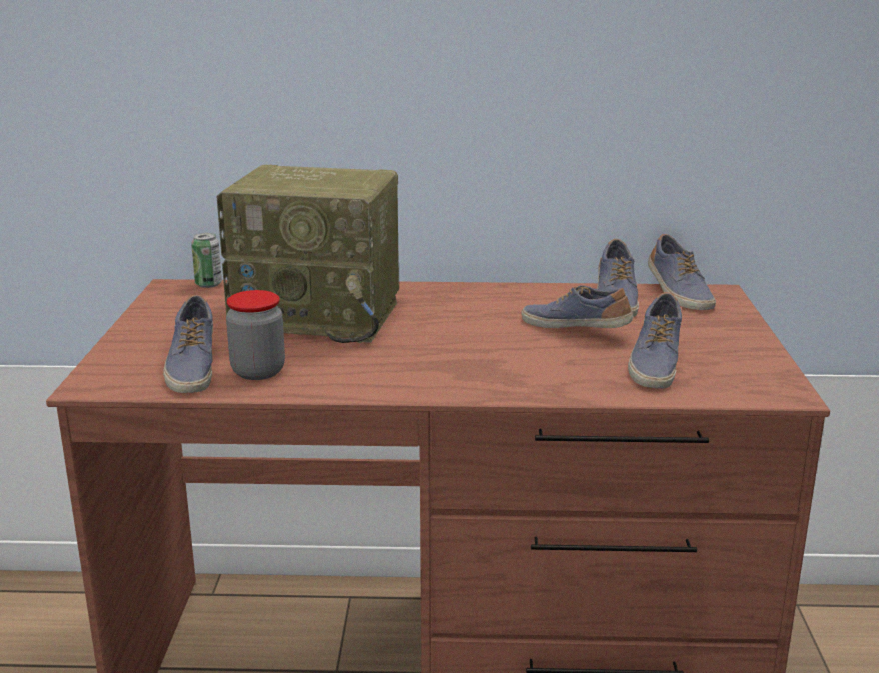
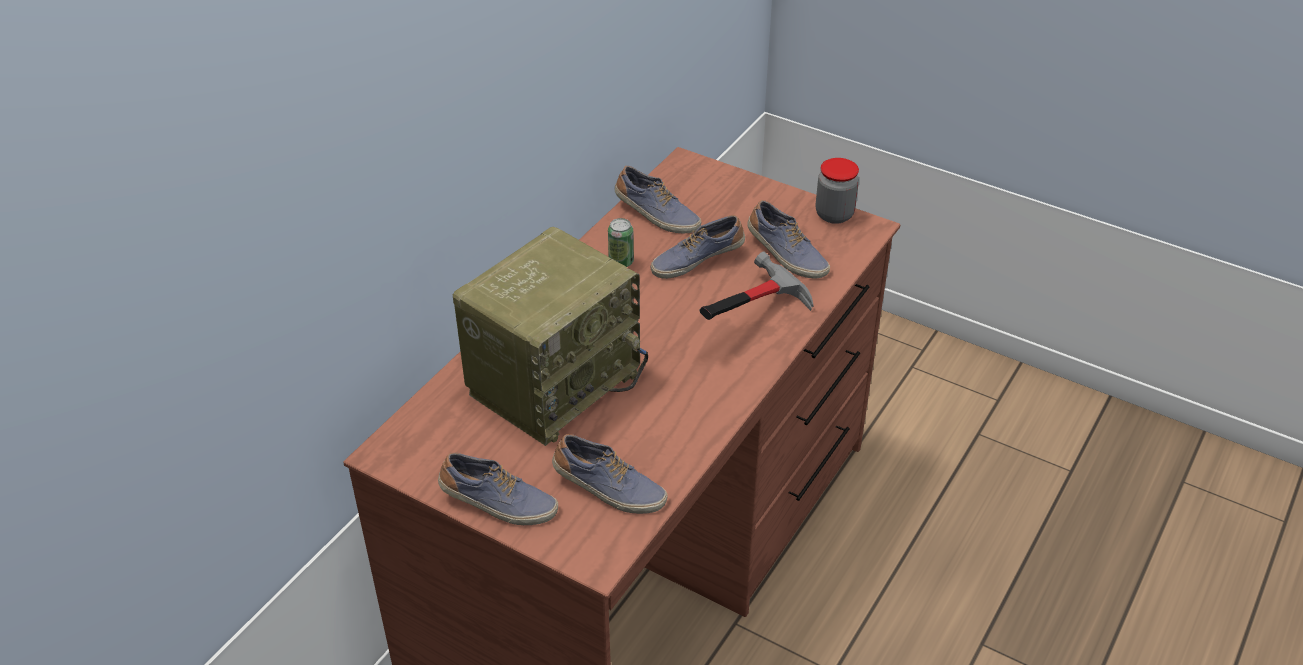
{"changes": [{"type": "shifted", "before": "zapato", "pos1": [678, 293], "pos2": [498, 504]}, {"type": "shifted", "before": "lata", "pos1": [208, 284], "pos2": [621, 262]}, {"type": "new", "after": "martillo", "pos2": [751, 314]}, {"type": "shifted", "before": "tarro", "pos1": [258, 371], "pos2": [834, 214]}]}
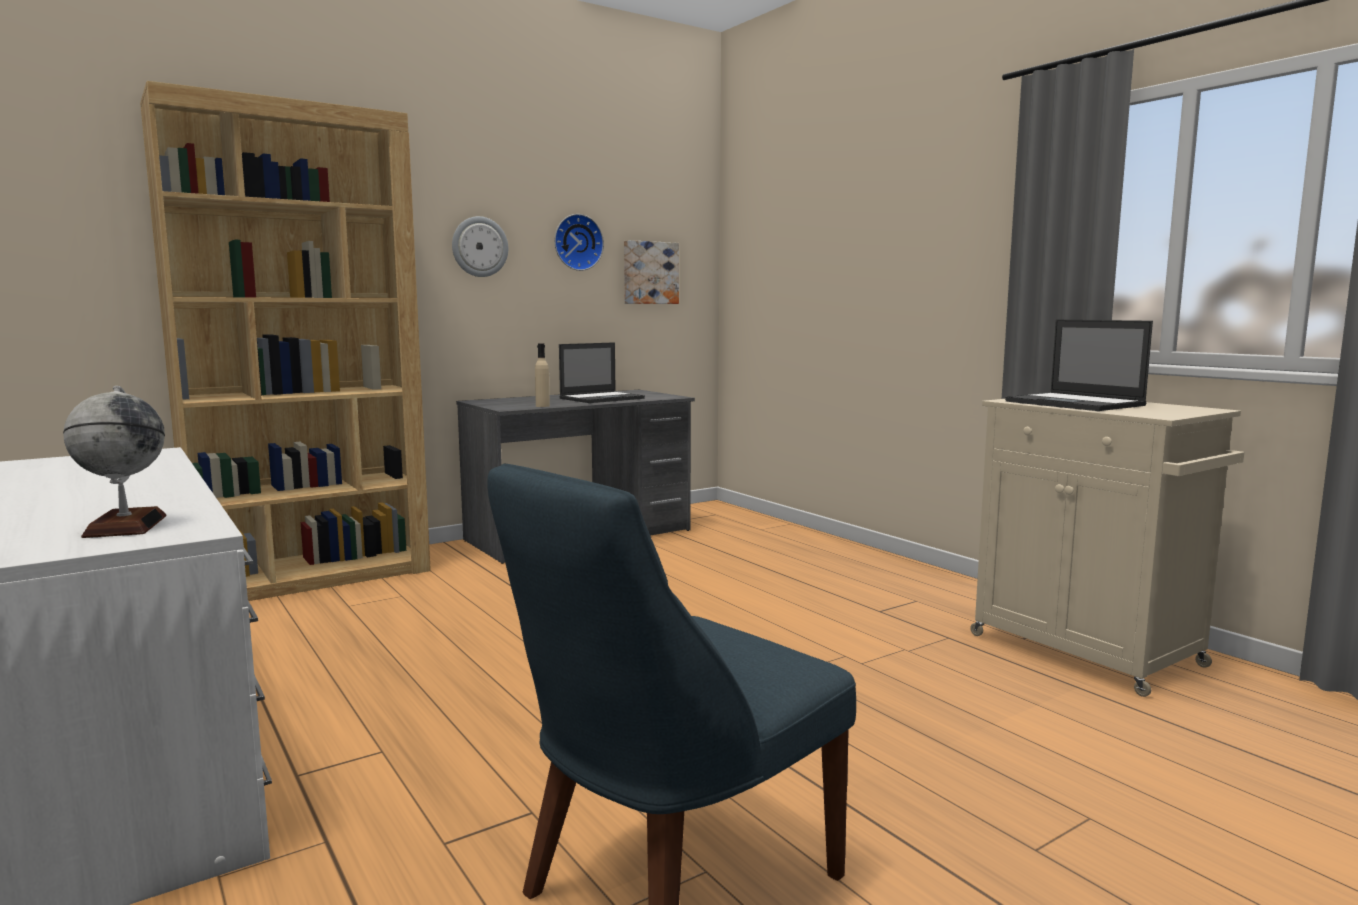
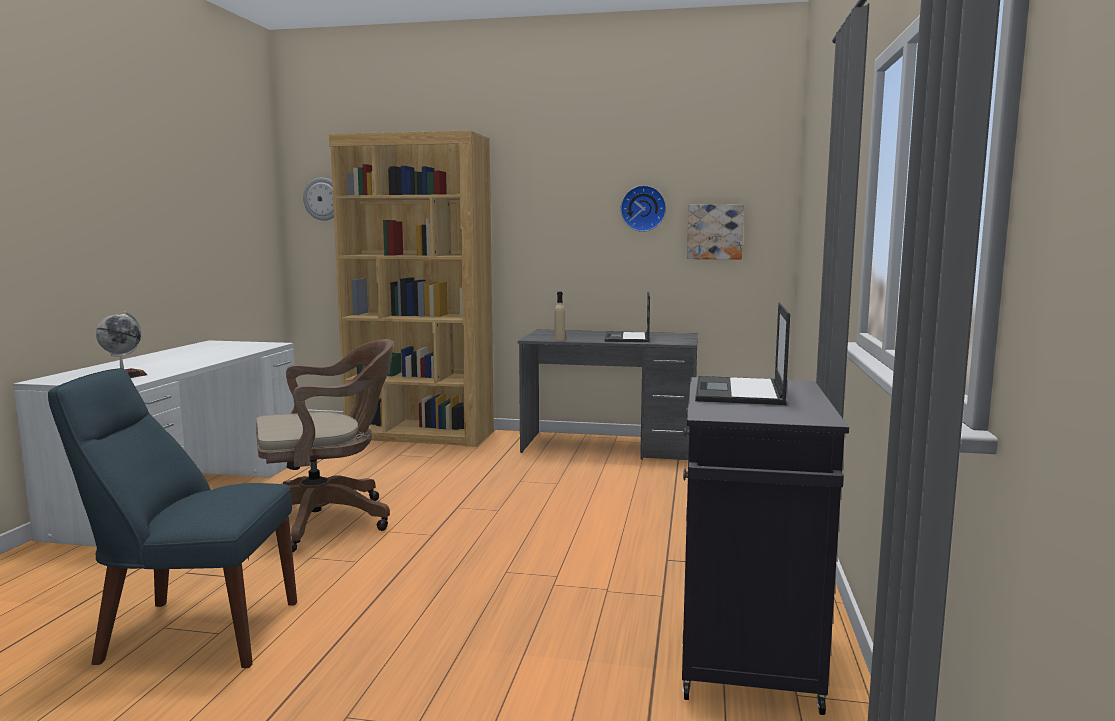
{"changes": [{"type": "new", "after": "silla de oficina (marrón)", "pos2": [326, 520]}, {"type": "shifted", "before": "reloj de pared", "pos1": [479, 247], "pos2": [323, 199]}, {"type": "rotated", "before": "portátil", "pos1": [602, 398], "pos2": [627, 338], "turn": 90}, {"type": "repainted", "before": "armario (beis)", "after": "armario (negro)", "pos1": [1089, 652], "pos2": [747, 654]}]}
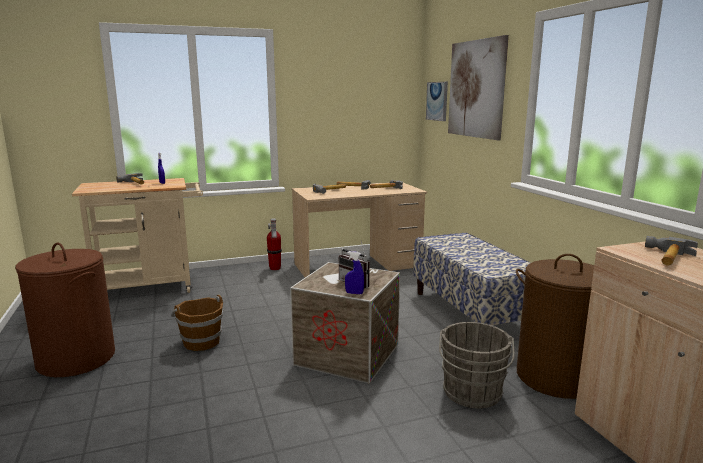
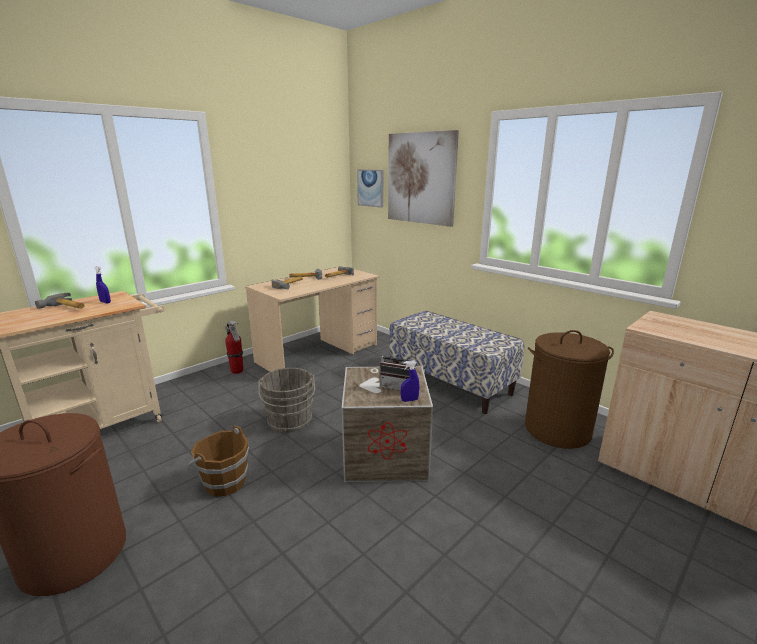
{"changes": [{"type": "shifted", "before": "cubo (gris)", "pos1": [472, 394], "pos2": [289, 422]}, {"type": "gone", "before": "martillo", "pos1": [666, 258]}]}
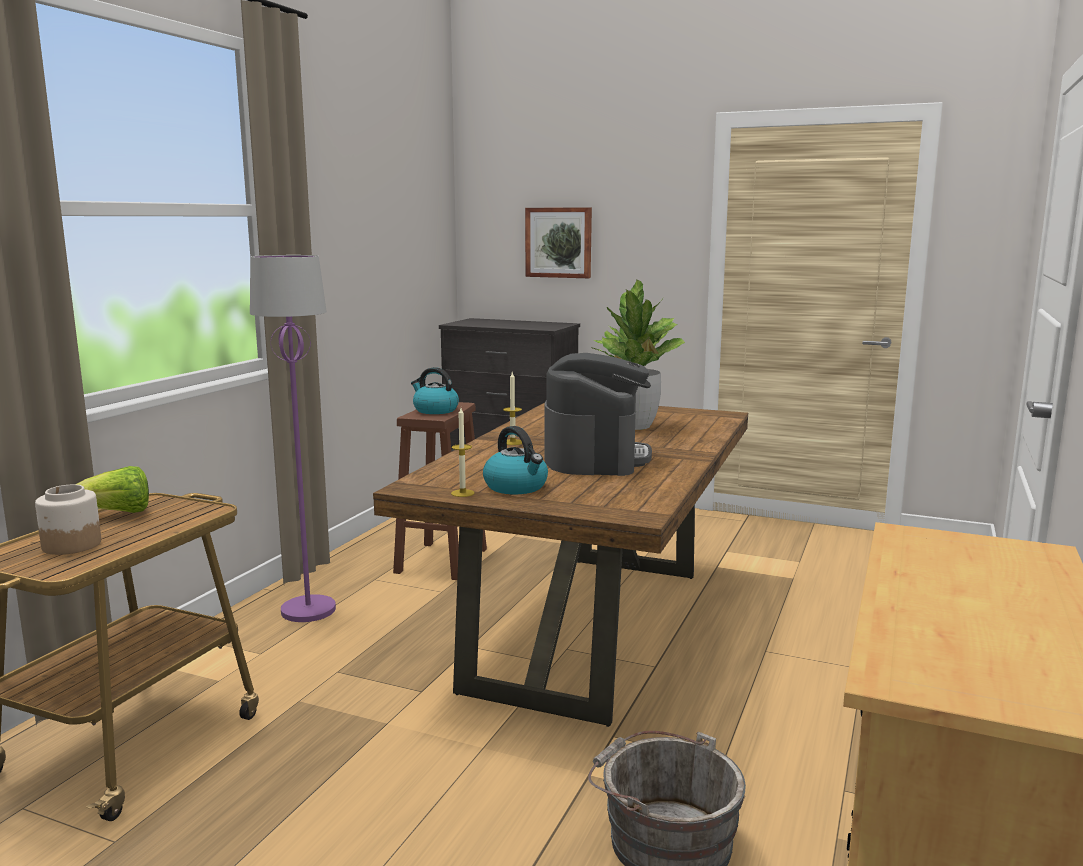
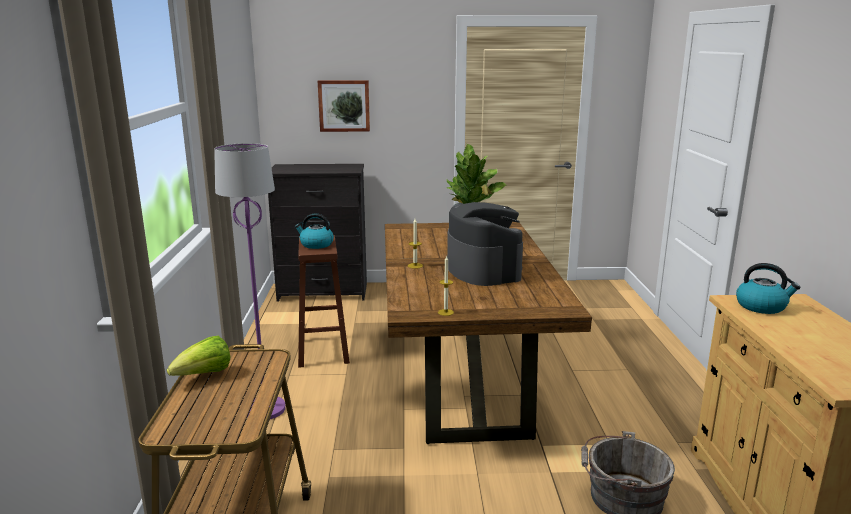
{"changes": [{"type": "shifted", "before": "hervidor", "pos1": [516, 487], "pos2": [761, 306]}, {"type": "gone", "before": "tarro", "pos1": [71, 545]}]}
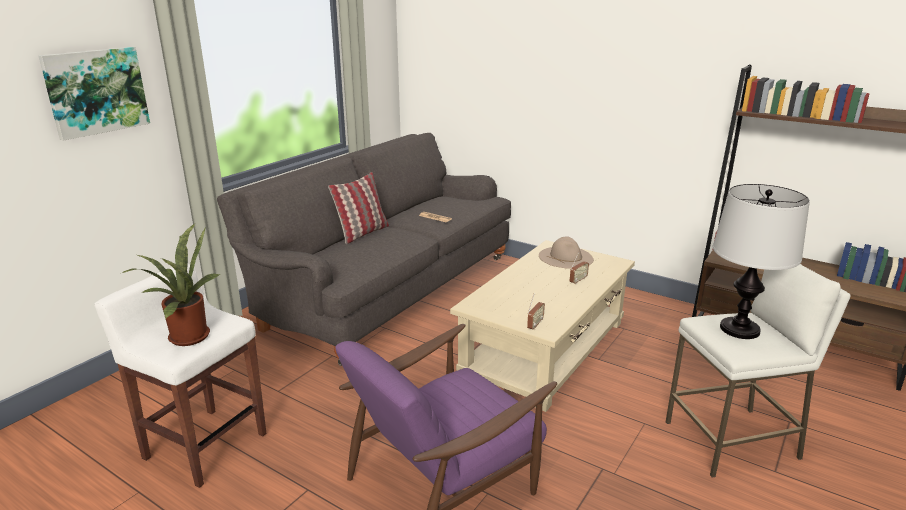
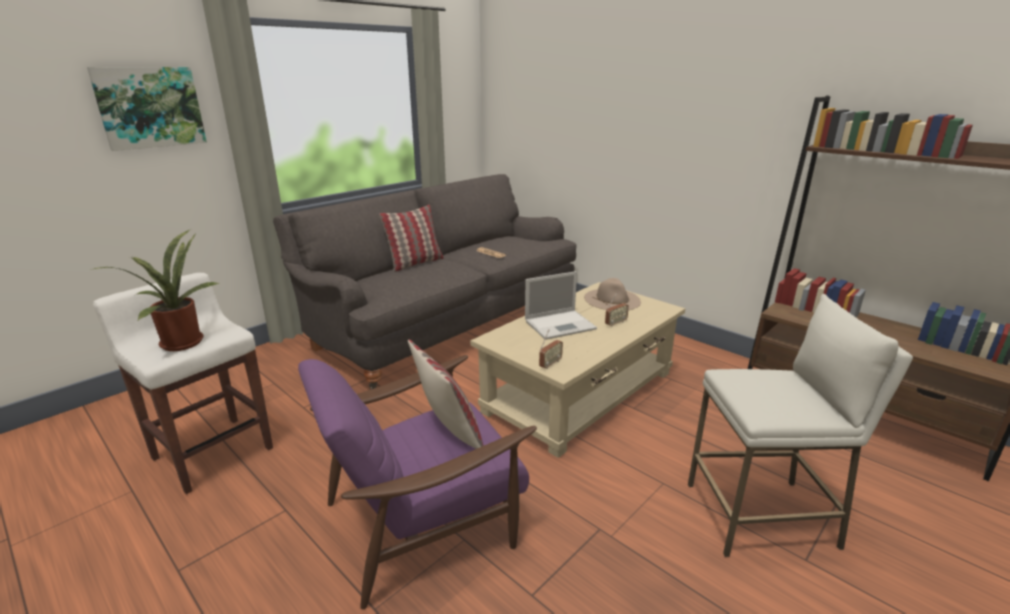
{"changes": [{"type": "new", "after": "cojín", "pos2": [449, 430]}, {"type": "new", "after": "portátil", "pos2": [561, 324]}, {"type": "gone", "before": "lámpara de mesa", "pos1": [739, 329]}]}
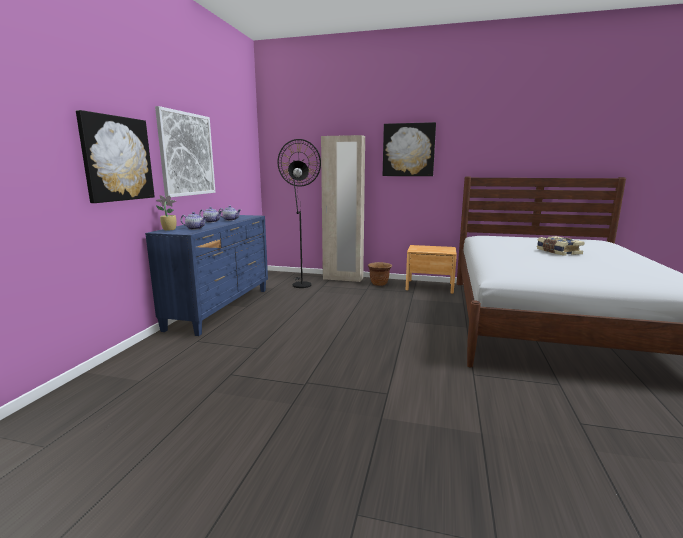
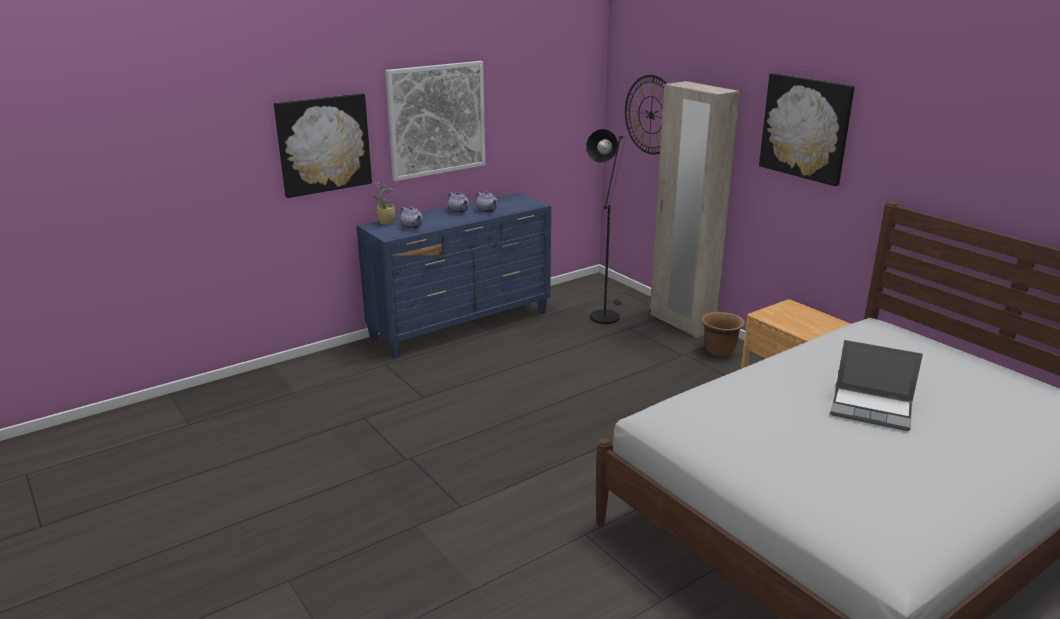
{"changes": [{"type": "swapped", "before": "libro", "after": "portátil", "pos1": [557, 252], "pos2": [872, 409]}]}
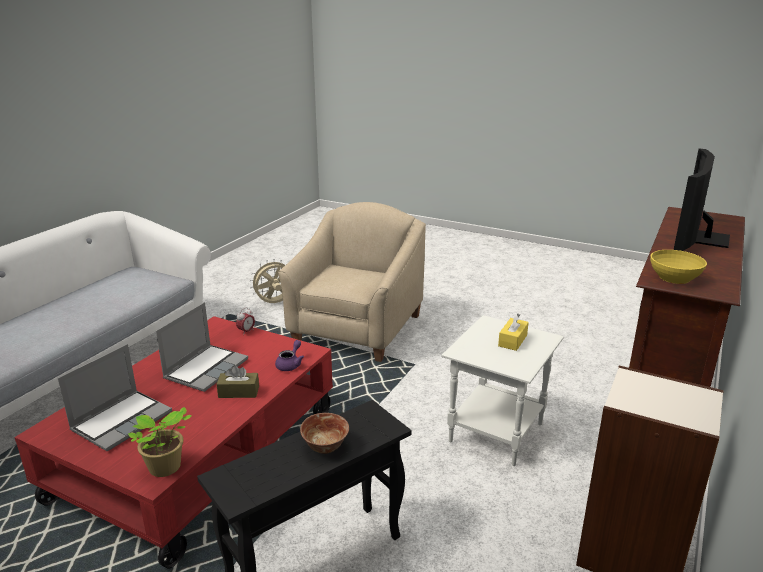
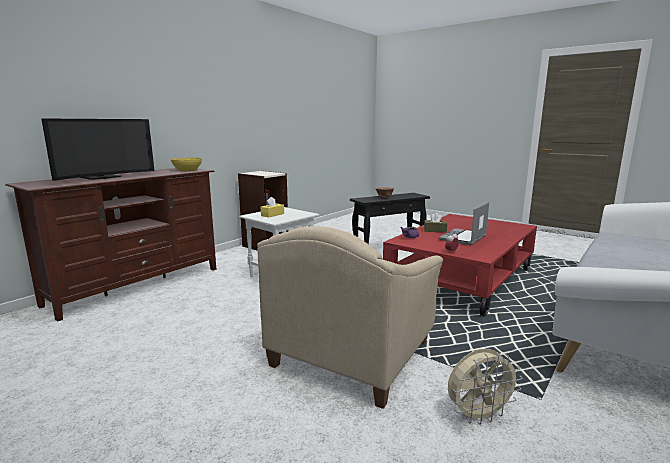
{"changes": [{"type": "gone", "before": "portátil", "pos1": [122, 420]}, {"type": "gone", "before": "planta en maceta", "pos1": [165, 469]}]}
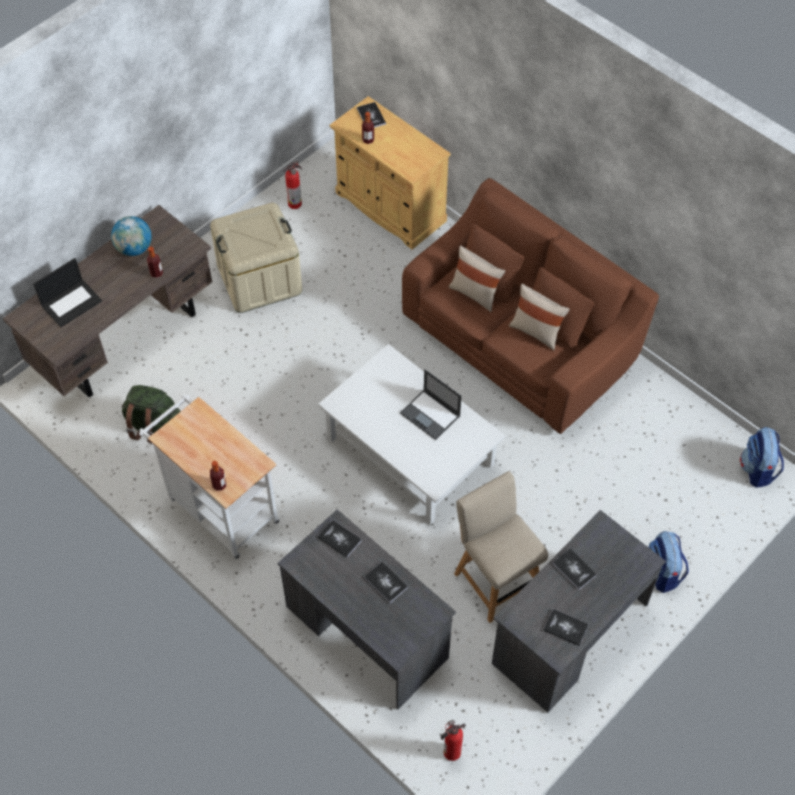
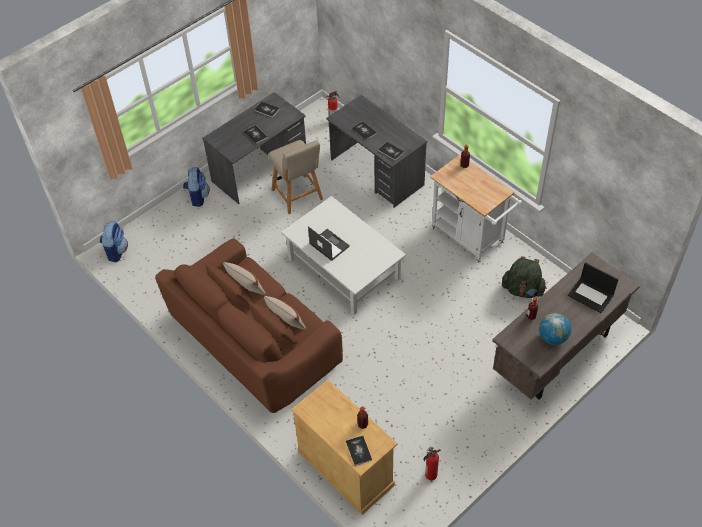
{"changes": [{"type": "rotated", "before": "portátil", "pos1": [71, 302], "pos2": [591, 295], "turn": -105}, {"type": "gone", "before": "caja de almacenaje (beis)", "pos1": [259, 279]}]}
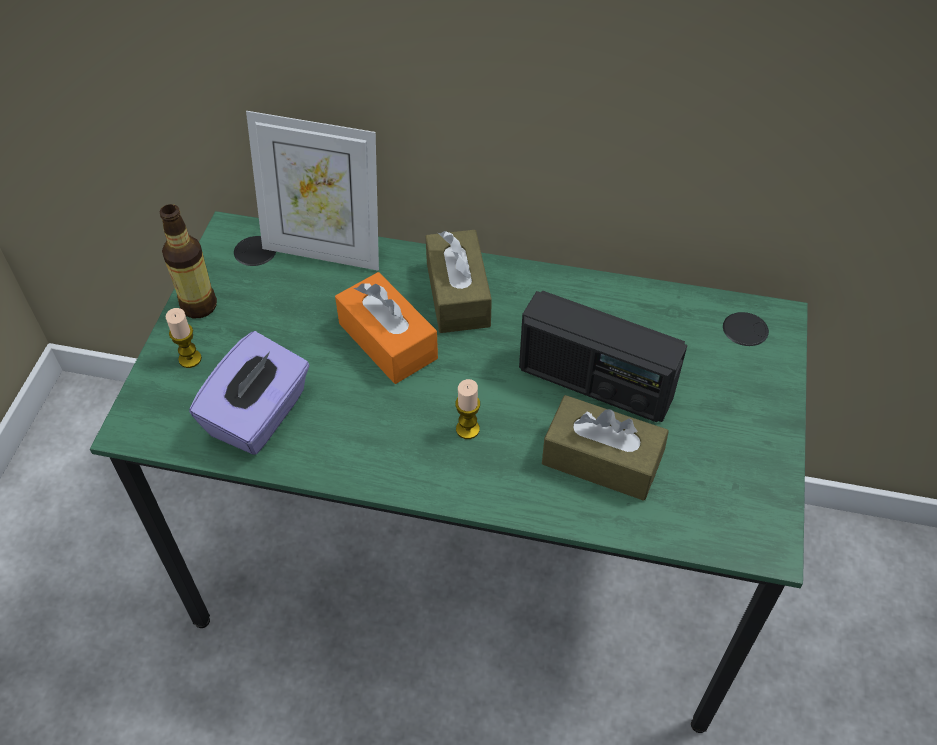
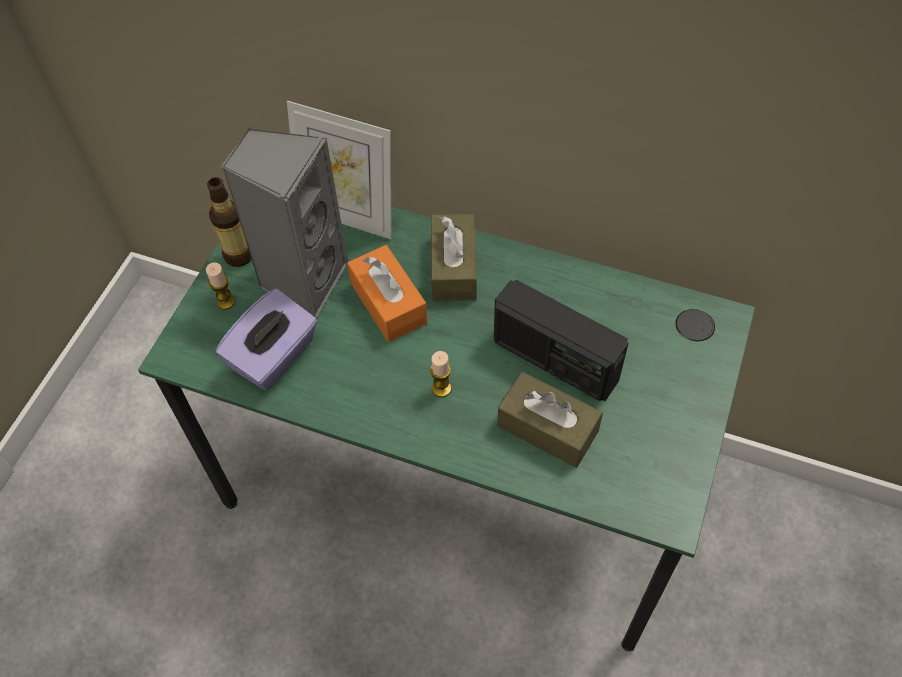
{"changes": [{"type": "new", "after": "altavoz (gris)", "pos2": [303, 280]}]}
